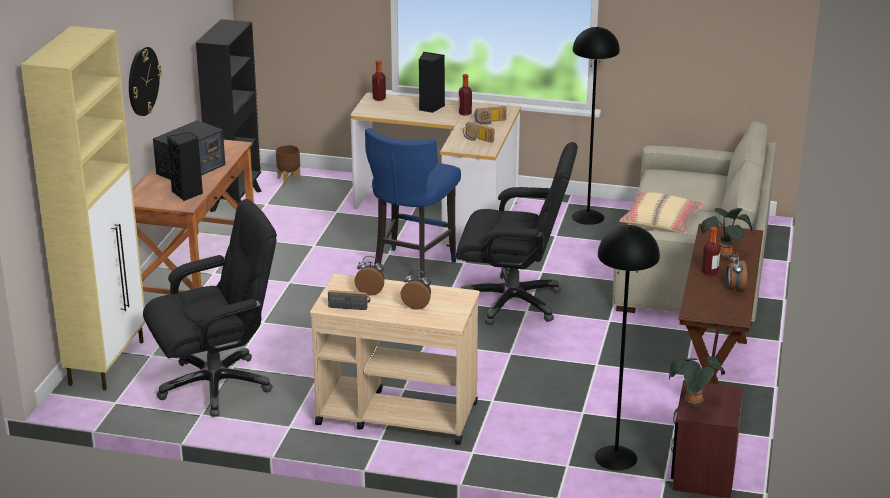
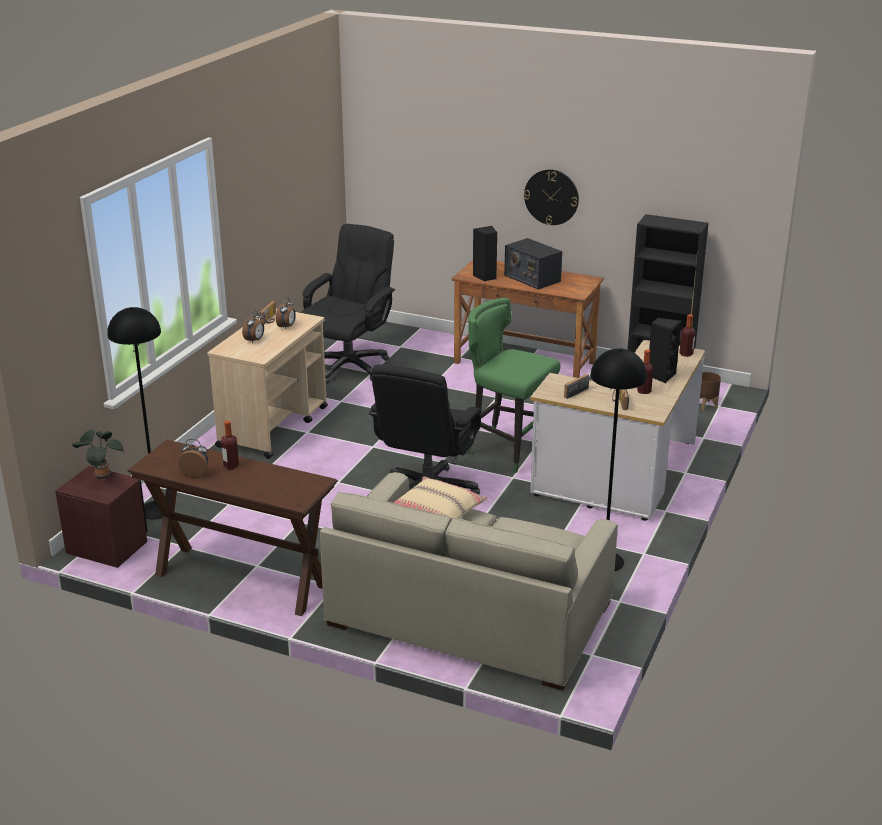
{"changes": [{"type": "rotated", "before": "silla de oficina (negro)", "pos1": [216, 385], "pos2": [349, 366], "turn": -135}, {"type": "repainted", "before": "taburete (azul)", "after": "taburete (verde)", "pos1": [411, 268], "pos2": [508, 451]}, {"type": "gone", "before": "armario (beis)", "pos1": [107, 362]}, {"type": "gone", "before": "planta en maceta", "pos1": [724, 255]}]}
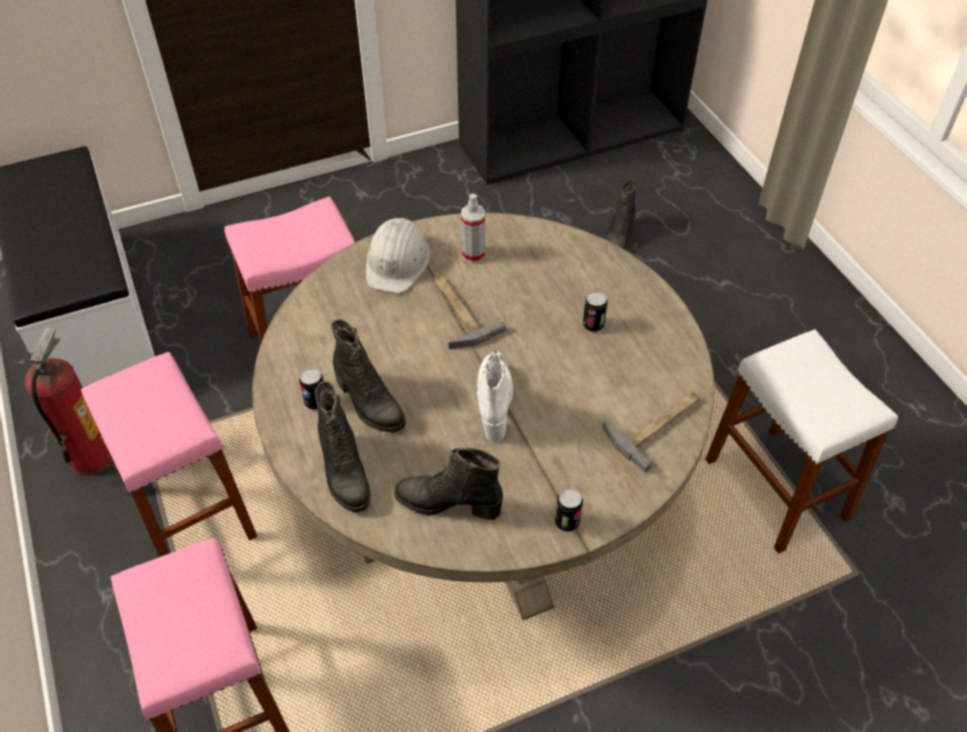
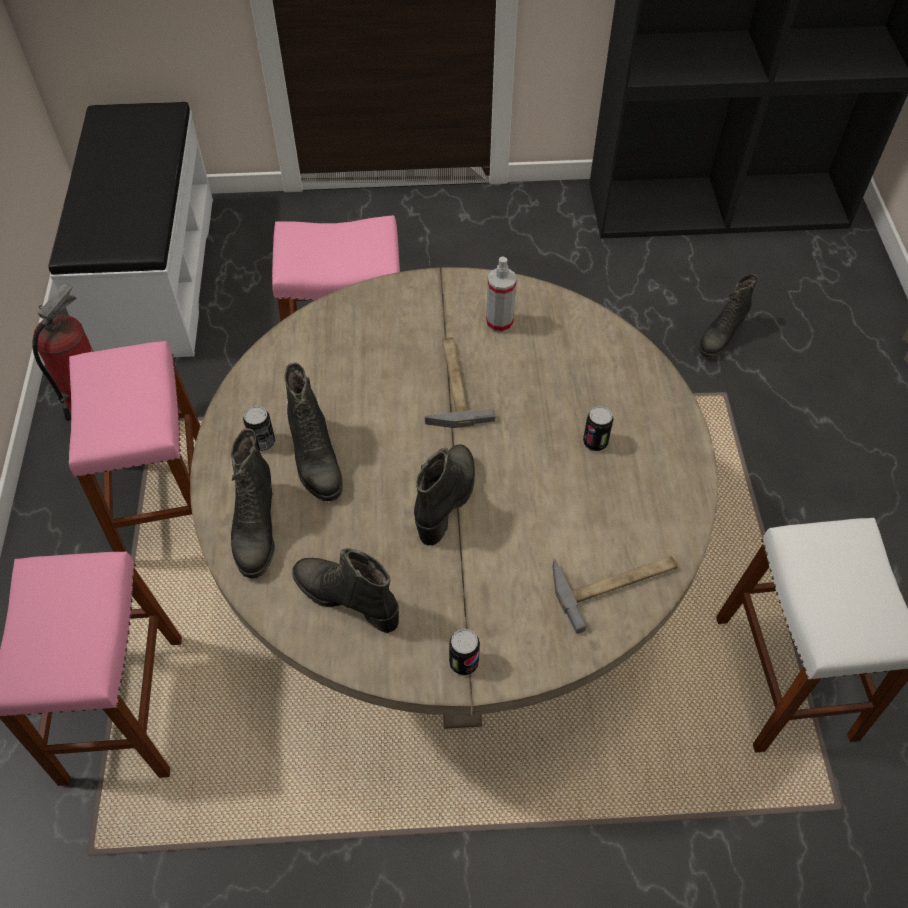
{"changes": [{"type": "repainted", "before": "bota (blanco)", "after": "bota (negro)", "pos1": [495, 403], "pos2": [447, 500]}, {"type": "gone", "before": "casco (blanco)", "pos1": [397, 261]}]}
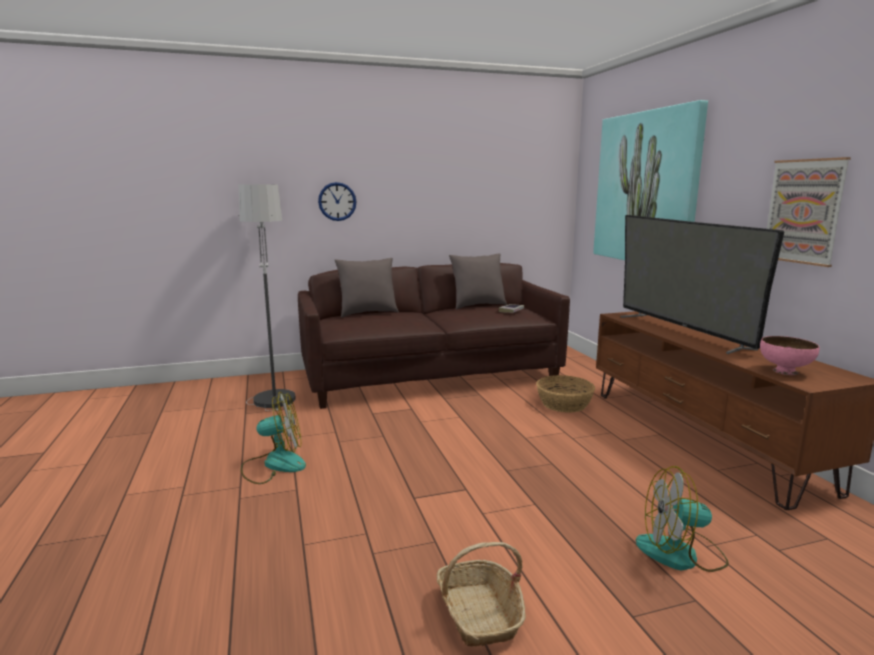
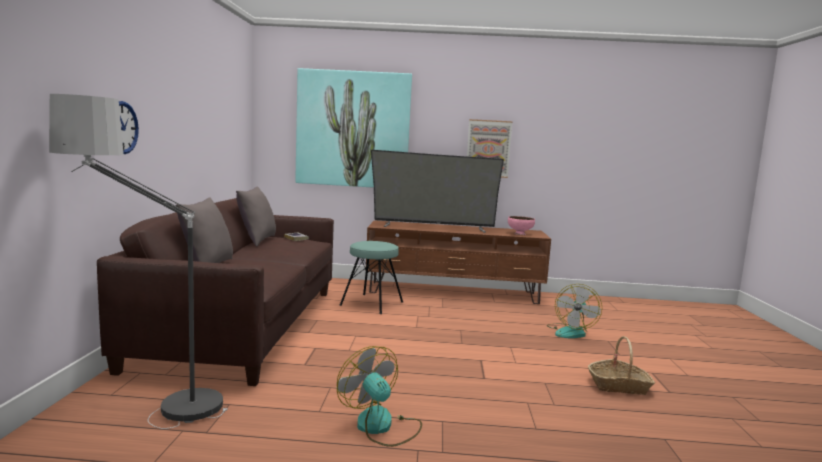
{"changes": [{"type": "rotated", "before": "ventilador", "pos1": [274, 465], "pos2": [381, 427], "turn": -45}, {"type": "swapped", "before": "cesta", "after": "taburete (turquesa)", "pos1": [564, 404], "pos2": [371, 304]}]}
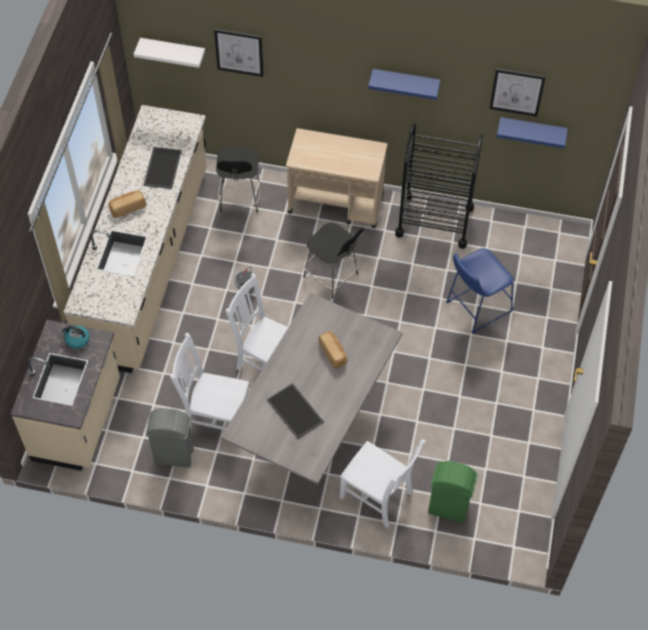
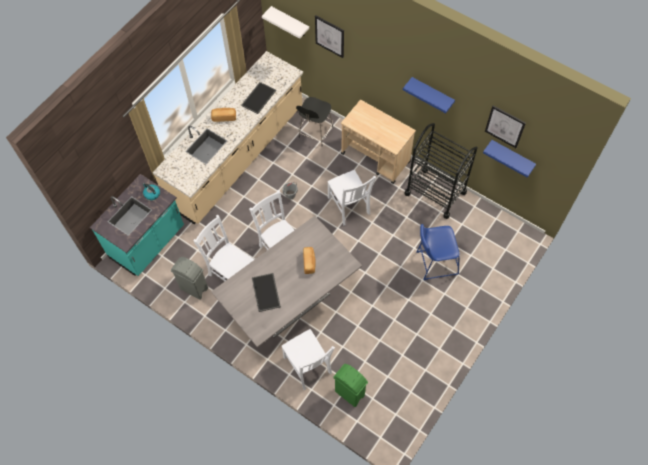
{"changes": [{"type": "repainted", "before": "mueble bajo de cocina (beis)", "after": "mueble bajo de cocina (turquesa)", "pos1": [78, 421], "pos2": [148, 243]}, {"type": "swapped", "before": "taburete (negro)", "after": "silla (blanco)", "pos1": [332, 276], "pos2": [349, 207]}]}
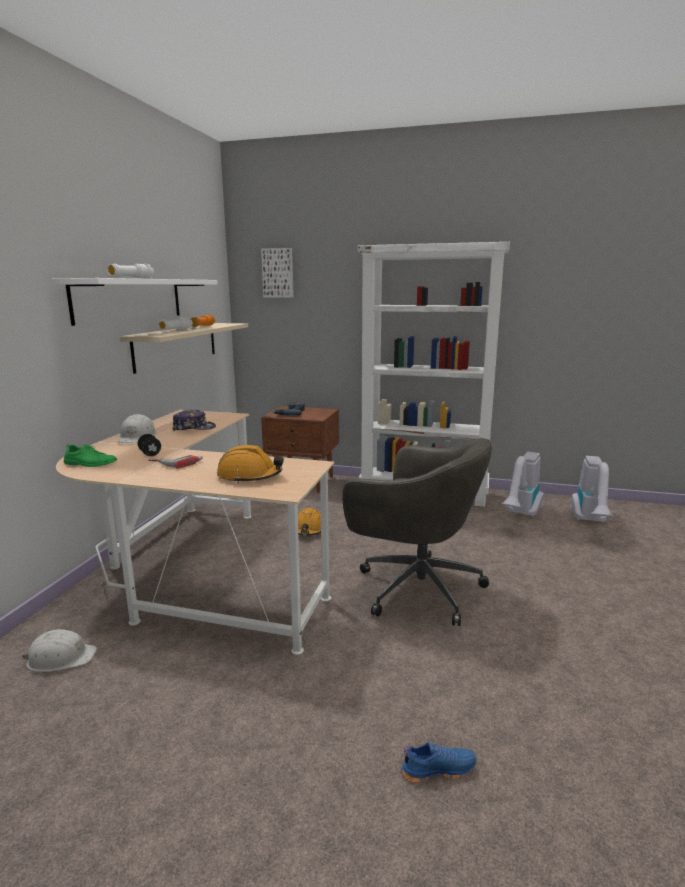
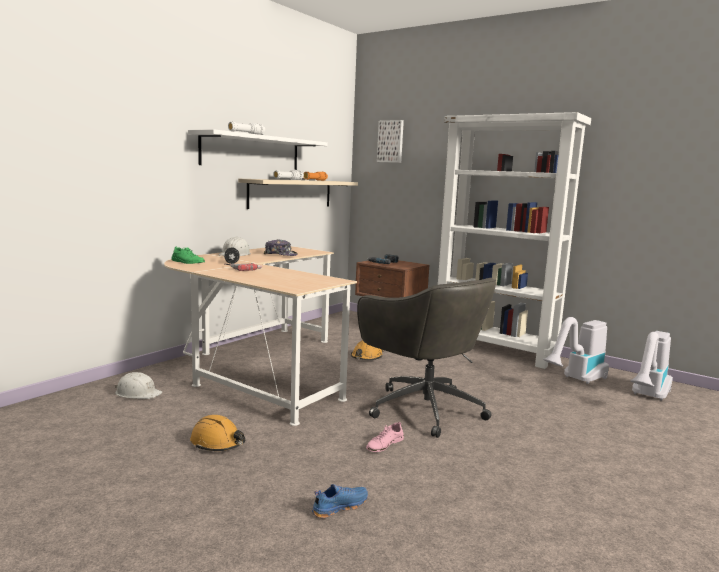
{"changes": [{"type": "shifted", "before": "casco (naranja)", "pos1": [249, 476], "pos2": [218, 443]}, {"type": "rotated", "before": "zapato (azul)", "pos1": [437, 769], "pos2": [339, 507], "turn": -45}, {"type": "new", "after": "zapato (rosa)", "pos2": [384, 444]}]}
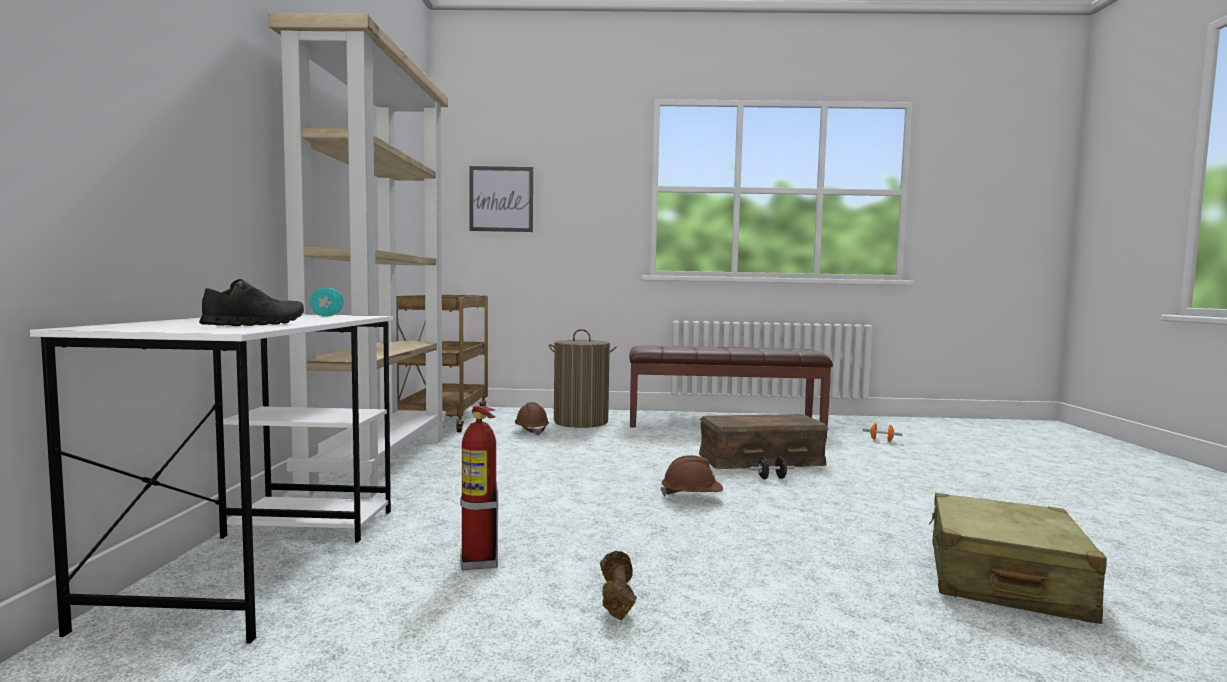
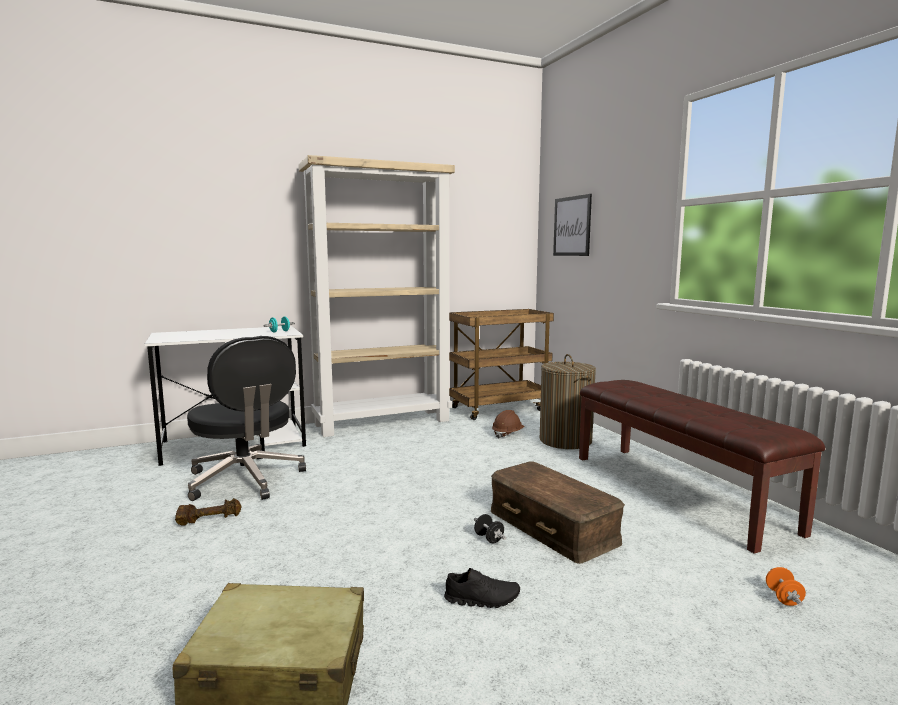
{"changes": [{"type": "swapped", "before": "extintor", "after": "silla de oficina (negro)", "pos1": [478, 562], "pos2": [246, 480]}, {"type": "shifted", "before": "zapato (negro)", "pos1": [256, 324], "pos2": [482, 599]}, {"type": "gone", "before": "casco (marrón)", "pos1": [691, 497]}]}
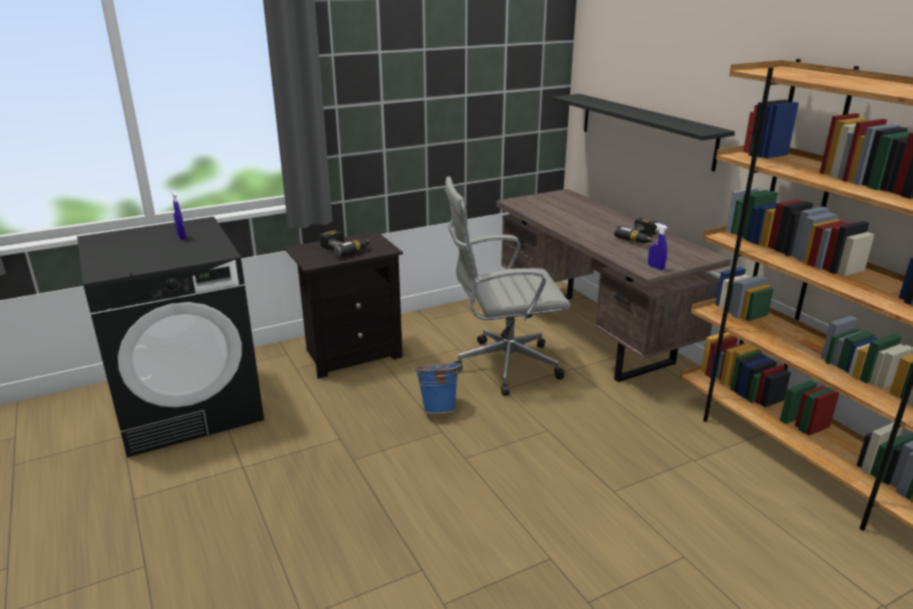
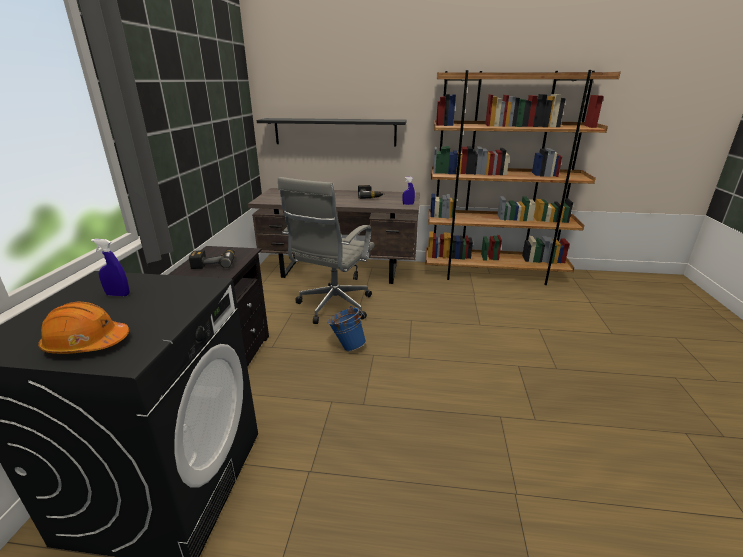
{"changes": [{"type": "new", "after": "casco (naranja)", "pos2": [86, 343]}]}
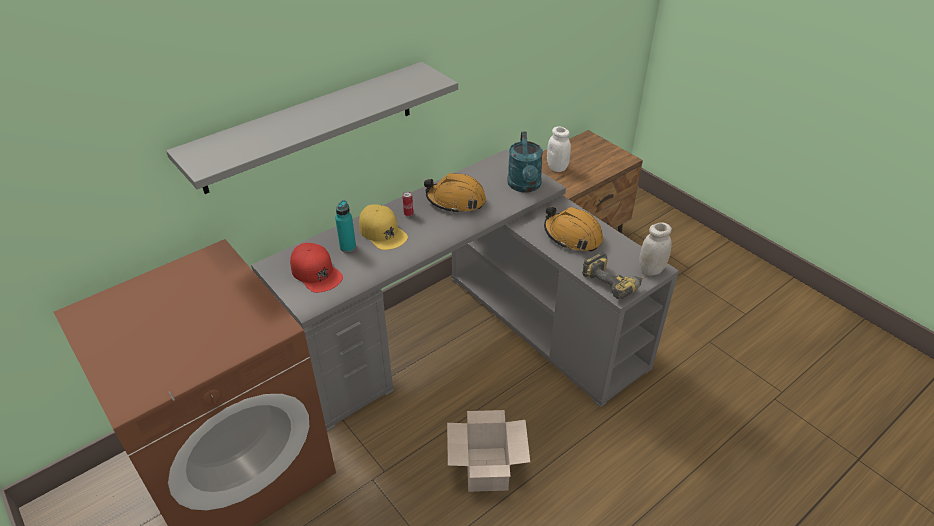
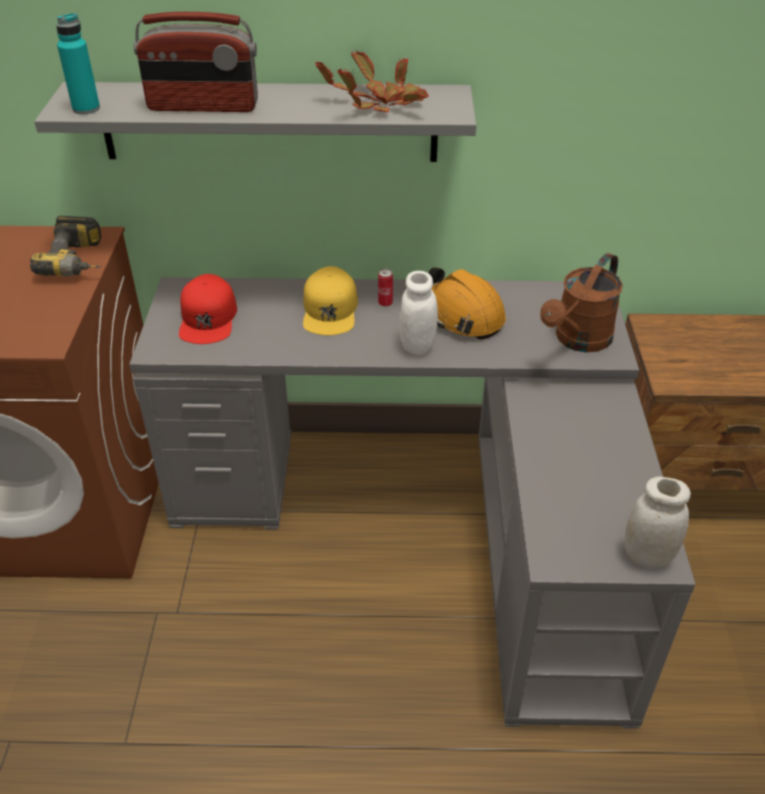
{"changes": [{"type": "shifted", "before": "taladro", "pos1": [614, 281], "pos2": [79, 262]}, {"type": "shifted", "before": "botella (turquesa)", "pos1": [348, 247], "pos2": [86, 109]}, {"type": "new", "after": "radio", "pos2": [203, 107]}, {"type": "new", "after": "planta en maceta", "pos2": [380, 104]}, {"type": "shifted", "before": "tarro (blanco)", "pos1": [557, 168], "pos2": [417, 346]}, {"type": "repainted", "before": "regadera (turquesa)", "after": "regadera (marrón)", "pos1": [525, 186], "pos2": [578, 340]}, {"type": "gone", "before": "caja de cartón", "pos1": [485, 468]}, {"type": "gone", "before": "casco (naranja)", "pos1": [572, 236]}]}
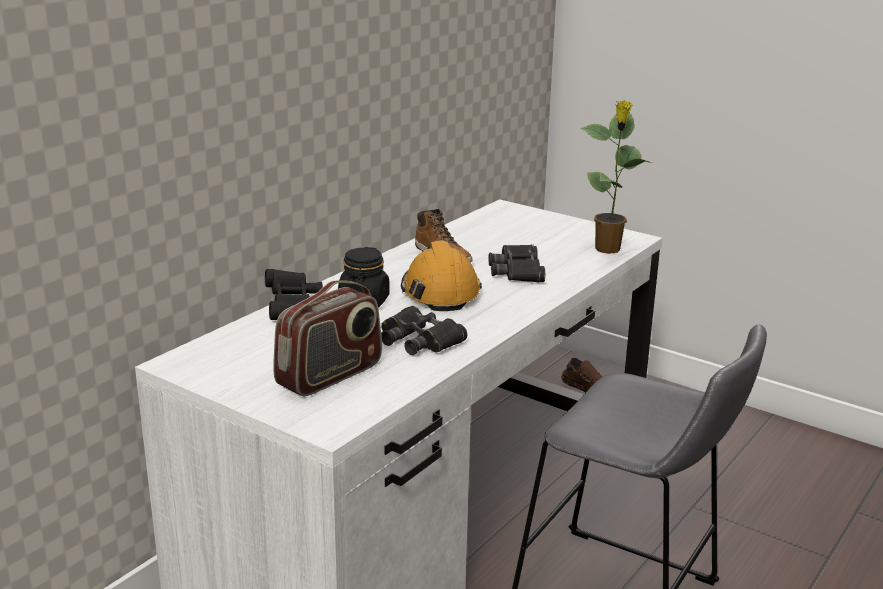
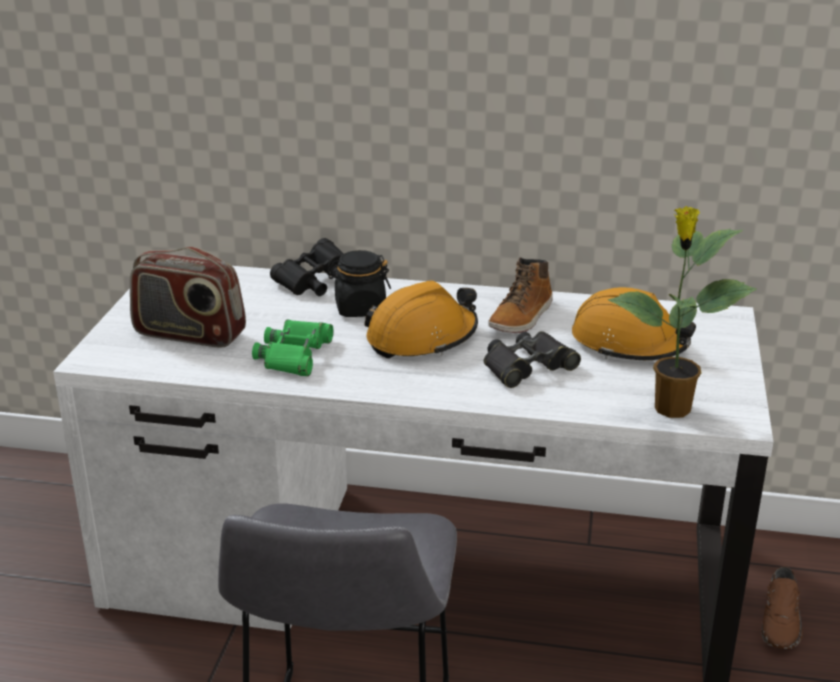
{"changes": [{"type": "repainted", "before": "prismáticos (negro)", "after": "prismáticos (verde)", "pos1": [419, 340], "pos2": [294, 355]}, {"type": "new", "after": "casco (naranja)", "pos2": [629, 344]}]}
